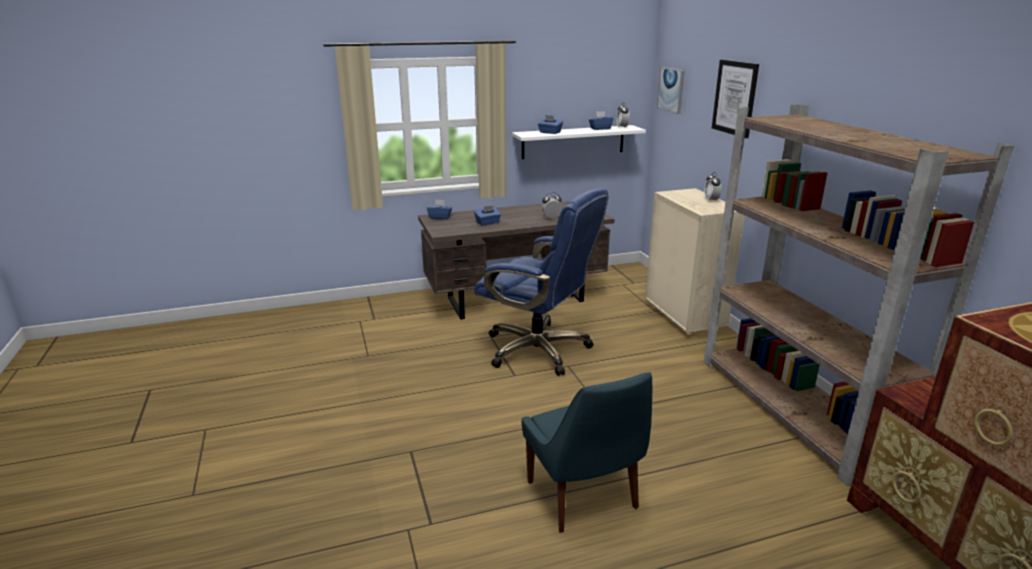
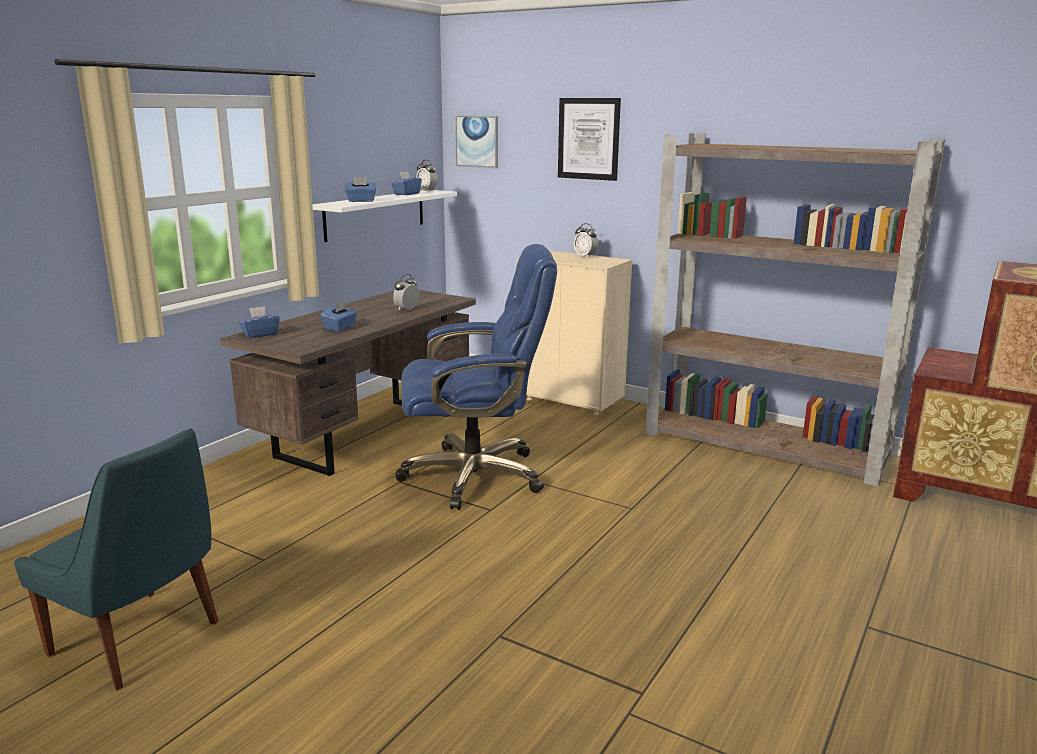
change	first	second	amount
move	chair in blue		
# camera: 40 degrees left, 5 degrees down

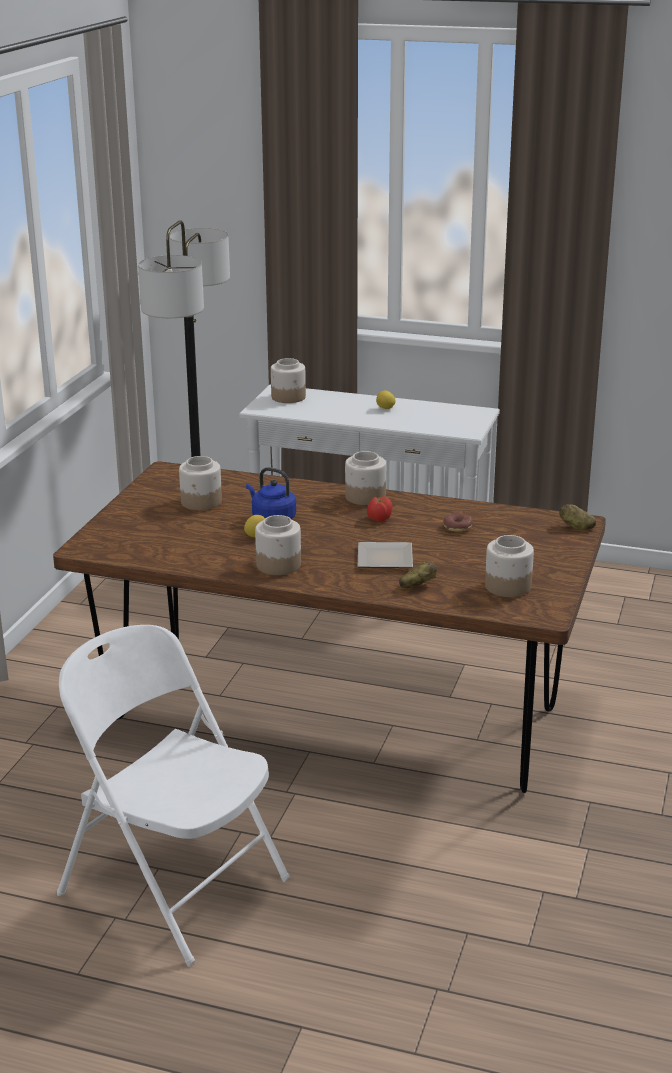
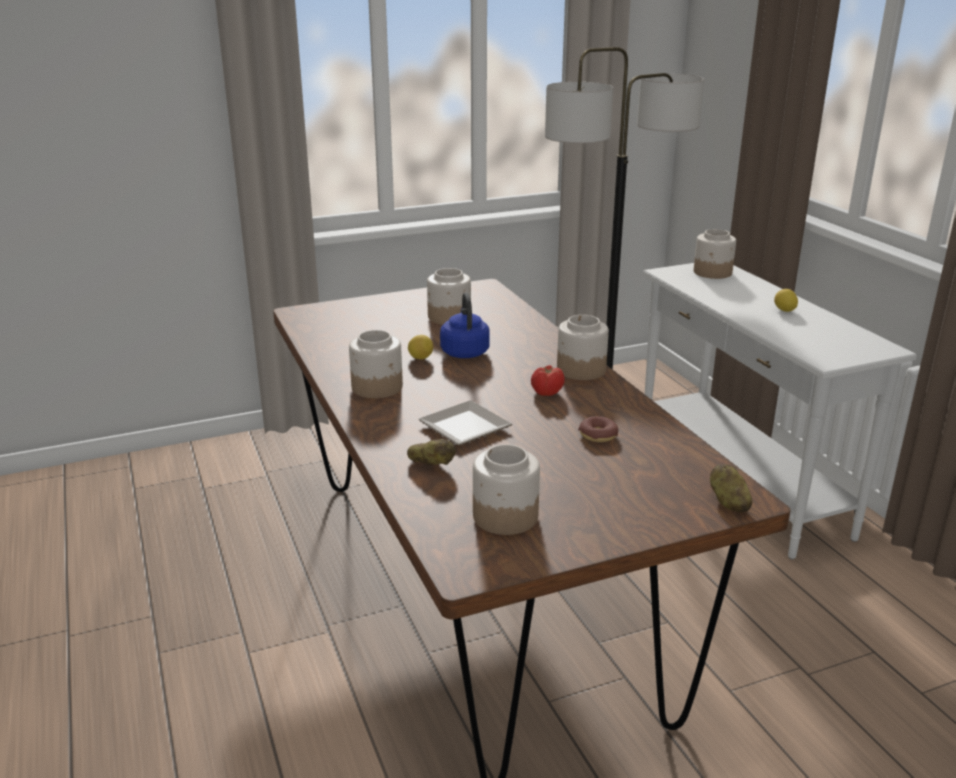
change	first	second	amount
delete	chair in white		
# camera: 50 degrees right, 0 degrees up

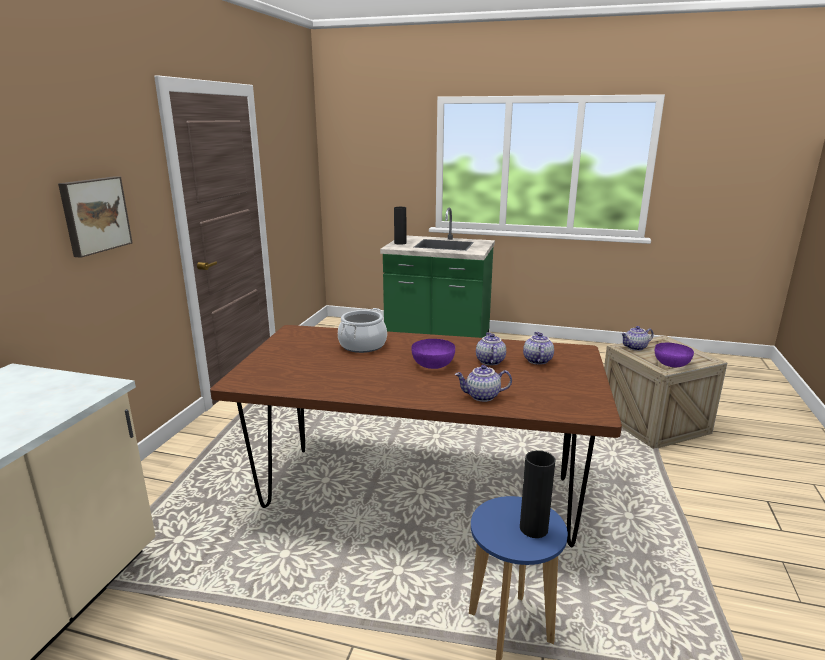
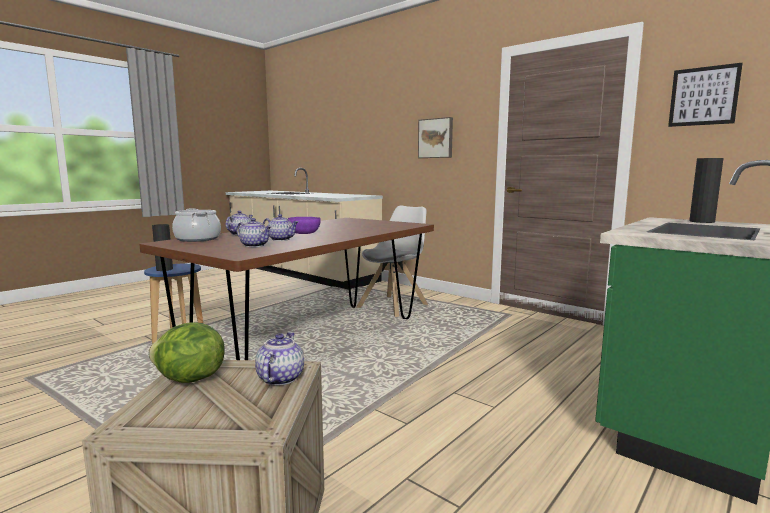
change	first	second	amount
insert		chair	
insert		picture (2nd from left)	
move	cooking pot		
replace	bowl in purple (2nd from left)	lettuce	
# camera: 115 degrees right, 10 degrees down

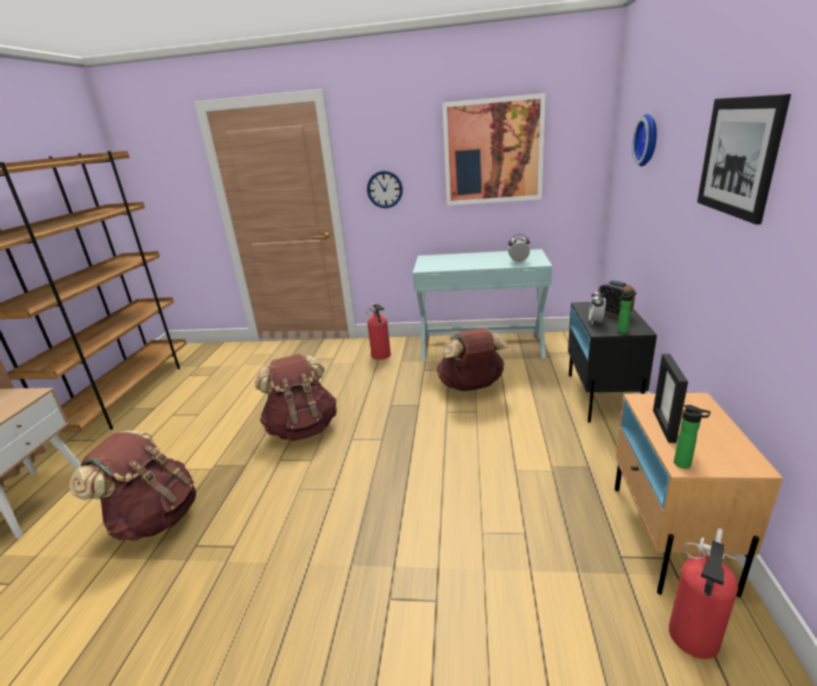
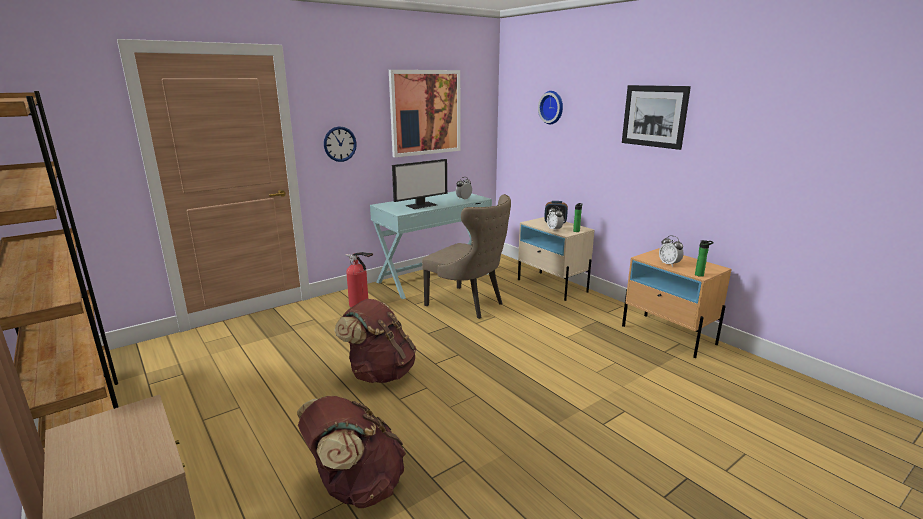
change	first	second	amount
delete	fire extinguisher (2nd from left)		
insert		monitor	
replace	backpack in brown (3rd from left)	chair in beige	
replace	picture frame	alarm clock (4th from left)	
recolor	nightstand in black	nightstand in beige (2nd from left)	
# camera: 45 degrees left, 5 degrees down

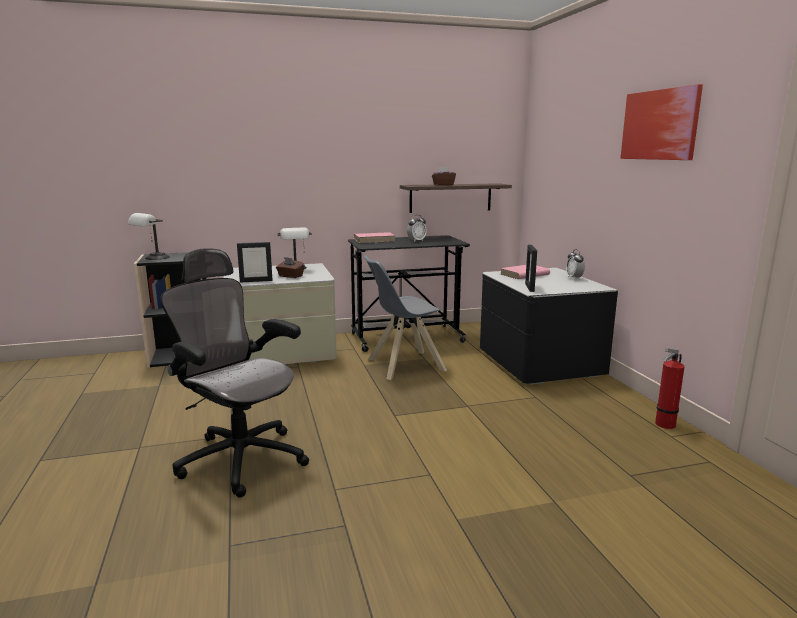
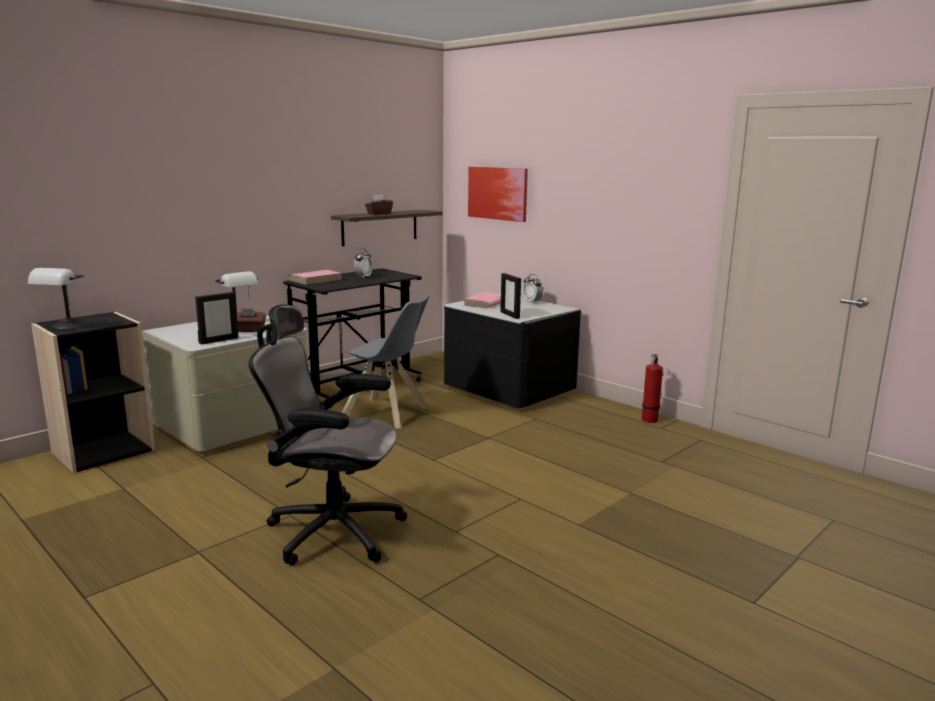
change	first	second	amount
move	picture		
rotate	chair in grey		105 degrees counterclockwise
# camera: 30 degrees left, 0 degrees up

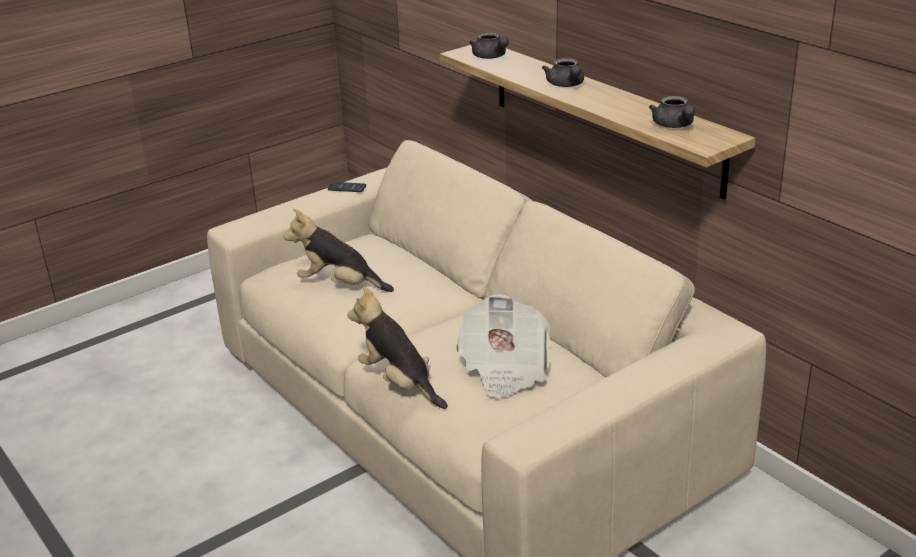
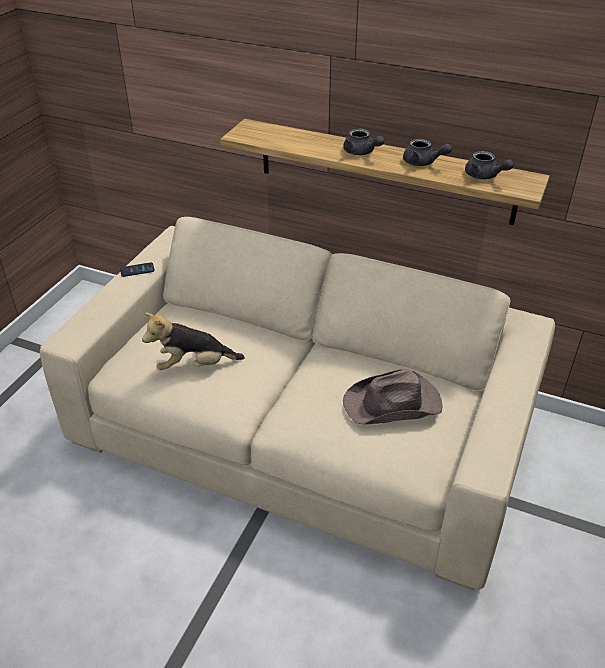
change	first	second	amount
delete	plush toy (2nd from left)		
move	teapot in grey (1st from left in the first image)	teapot in grey (2nd from left)	
replace	newspaper	hat in brown	
# camera: 30 degrees left, 10 degrees up

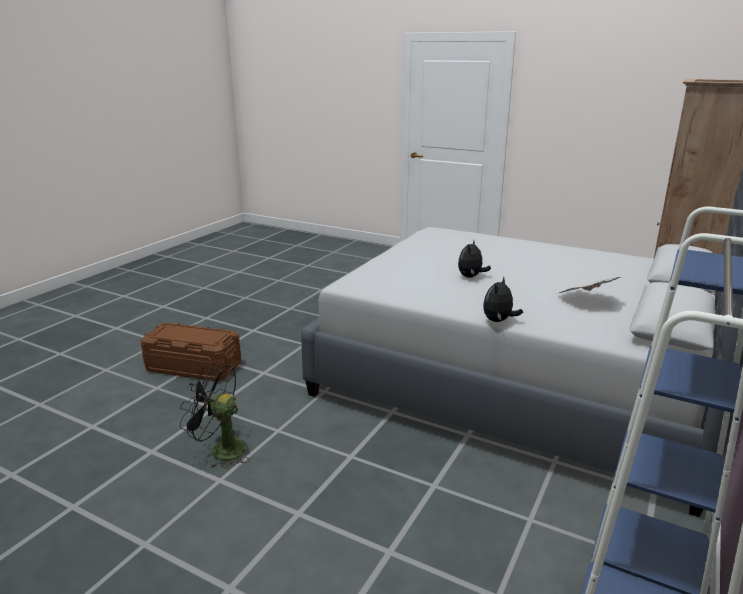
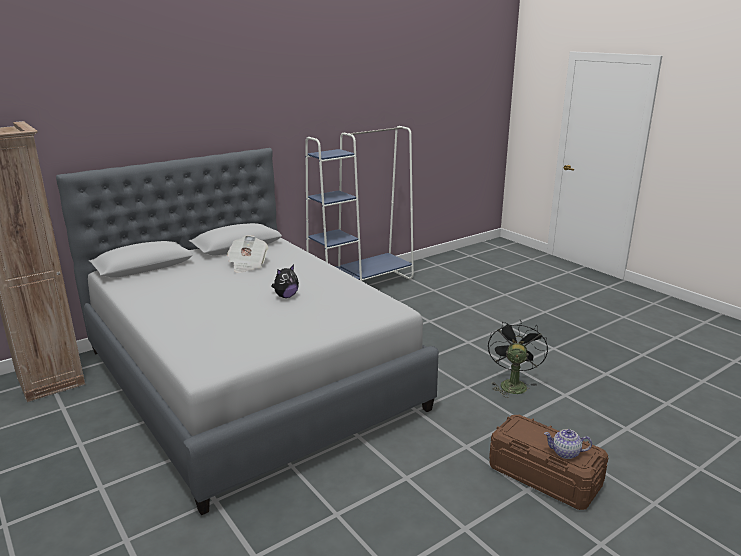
change	first	second	amount
delete	plush toy (2nd from left)		
insert		teapot	
rotate	fan in black		120 degrees counterclockwise
# camera: 155 degrees left, 0 degrees up

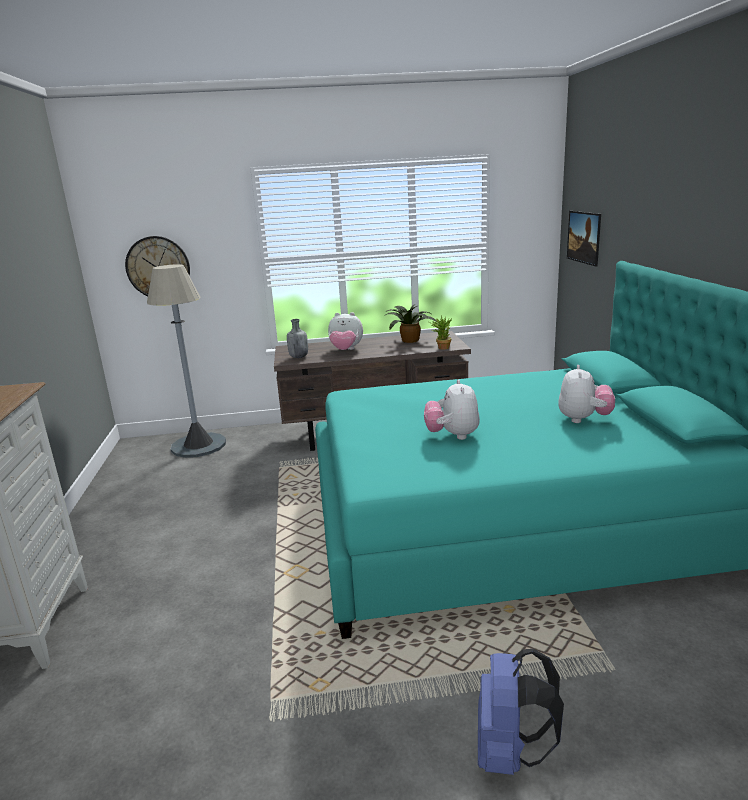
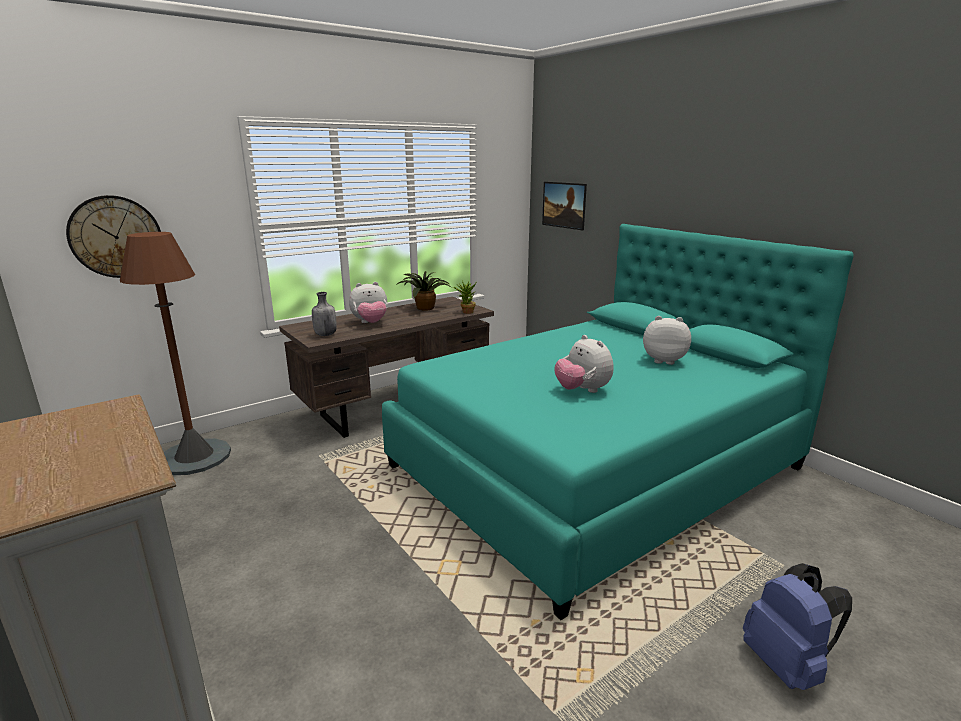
change	first	second	amount
recolor	floor lamp in grey	floor lamp in brown	
rotate	plush toy (3rd from left)		60 degrees counterclockwise
# camera: 30 degrees left, 0 degrees up

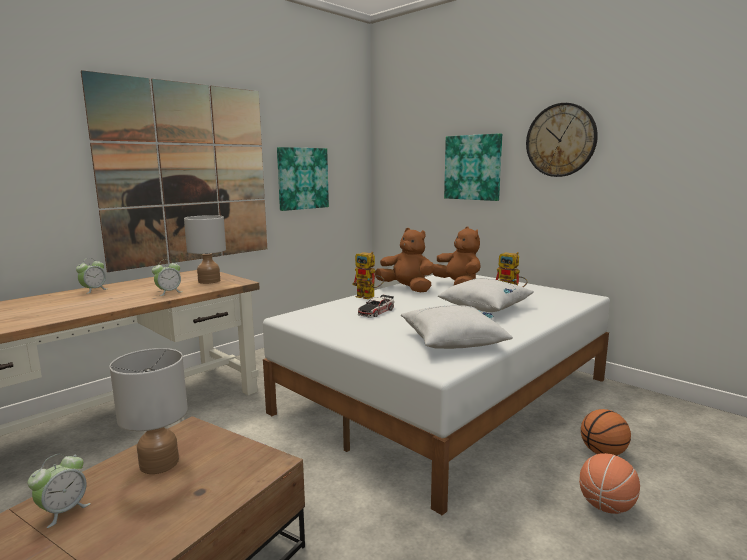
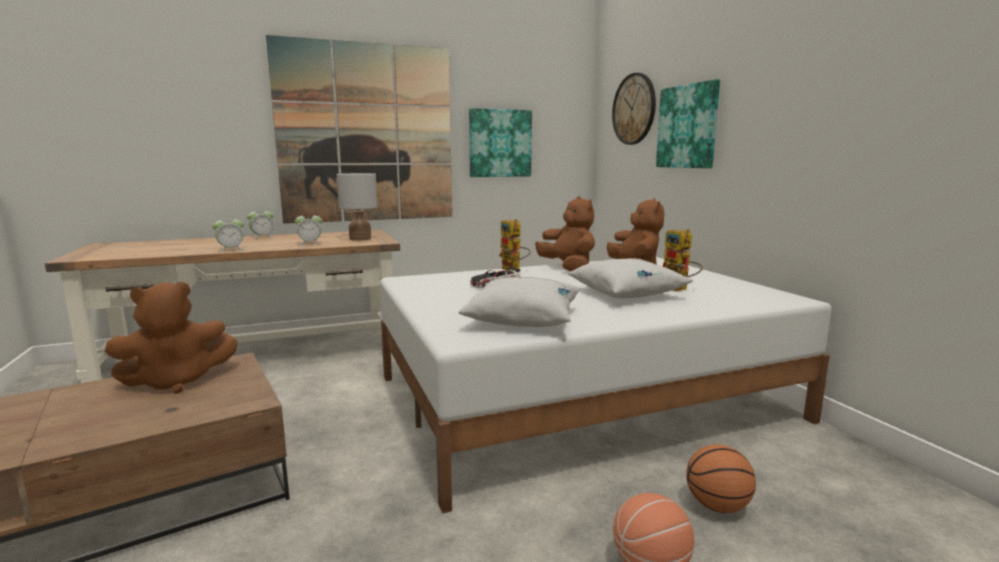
change	first	second	amount
move	alarm clock (1st from left)		
move	wall clock		
replace	table lamp in grey (1st from left)	plush toy in brown (1st from left)	
# camera: 25 degrees right, 0 degrees up

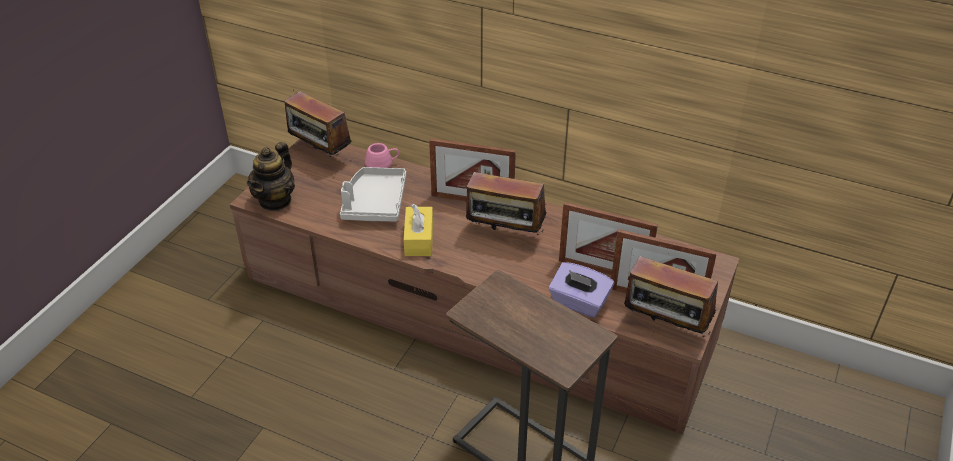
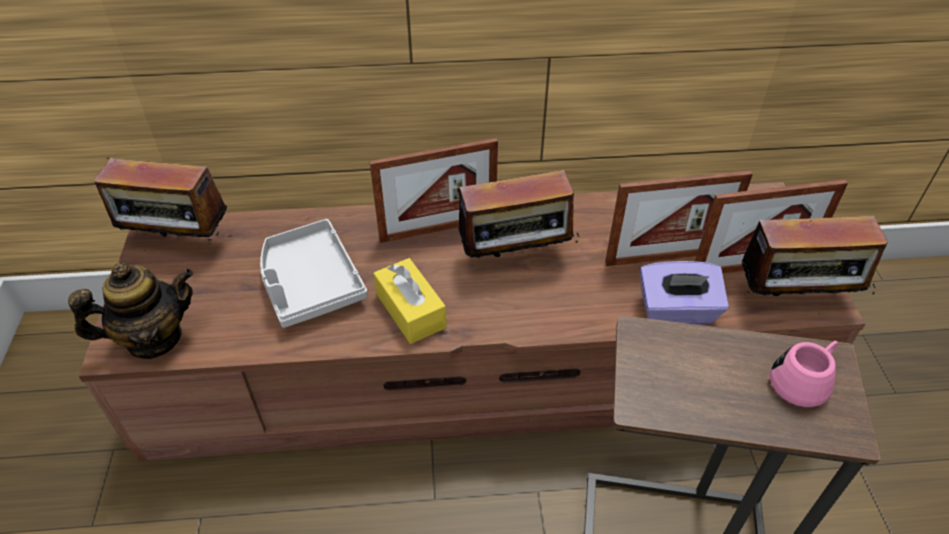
change	first	second	amount
move	mug in pink		
rotate	teapot		105 degrees counterclockwise
# camera: 30 degrees left, 5 degrees up

